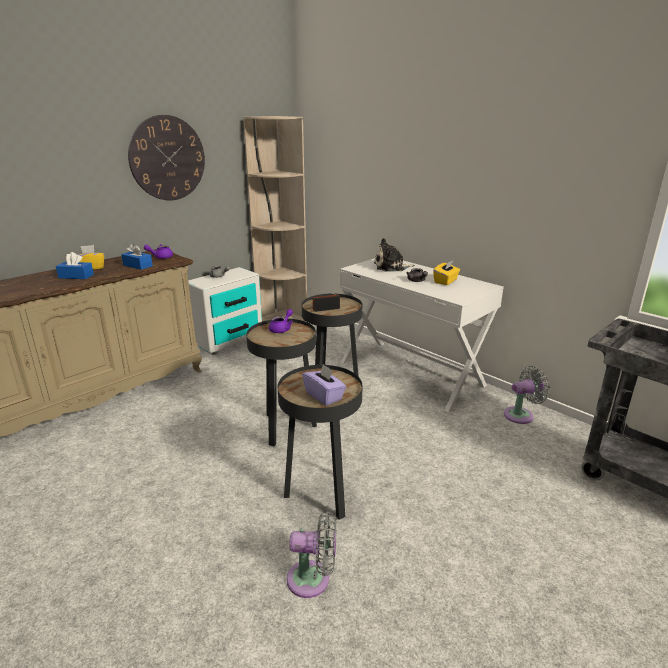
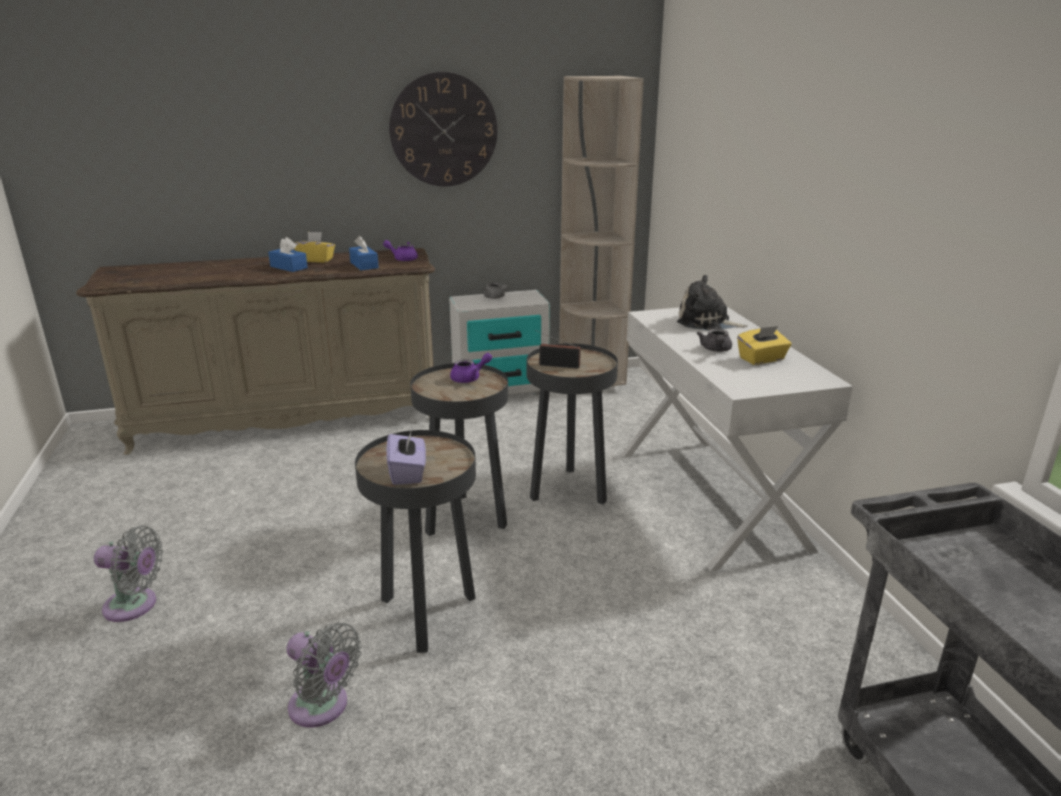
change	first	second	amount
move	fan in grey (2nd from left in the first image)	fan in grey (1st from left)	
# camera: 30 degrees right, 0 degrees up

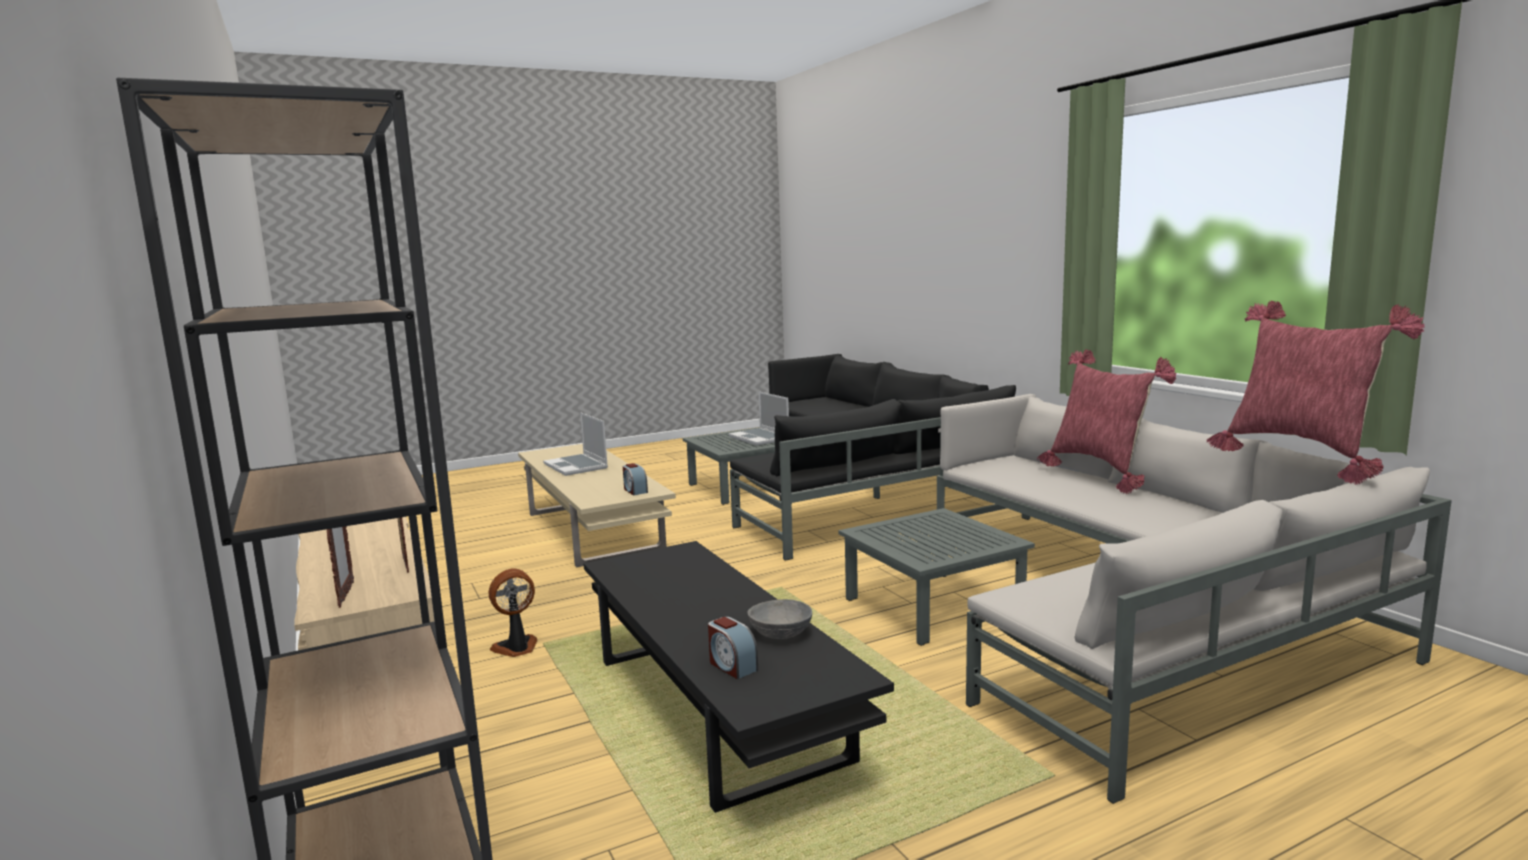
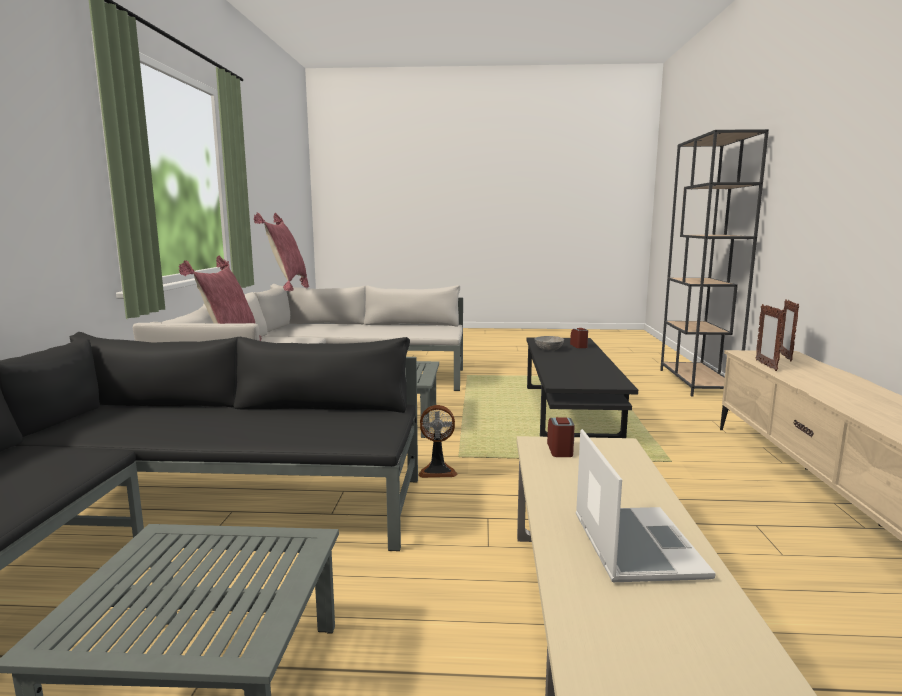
change	first	second	amount
delete	laptop (2nd from left)		
move	fan		
# camera: 150 degrees left, 0 degrees up

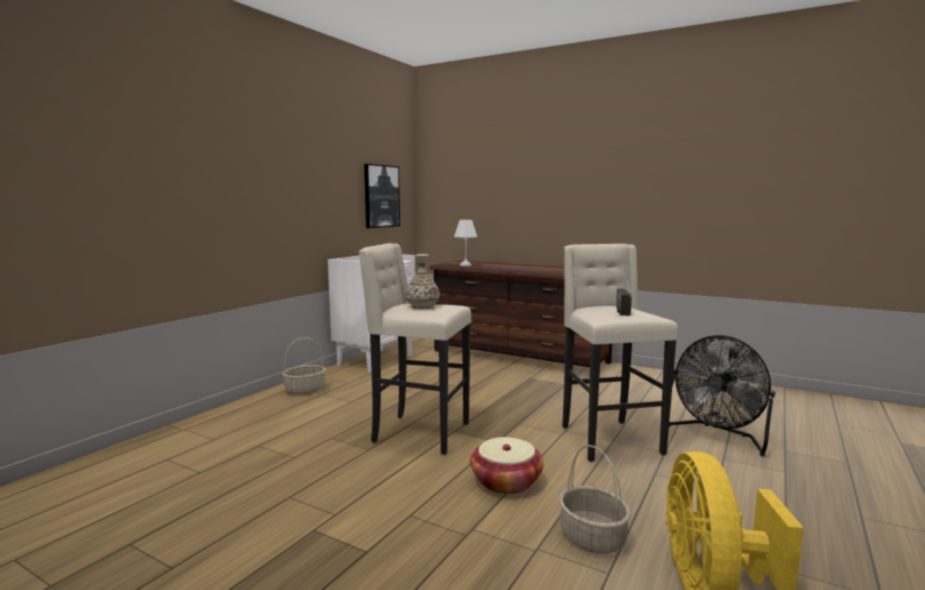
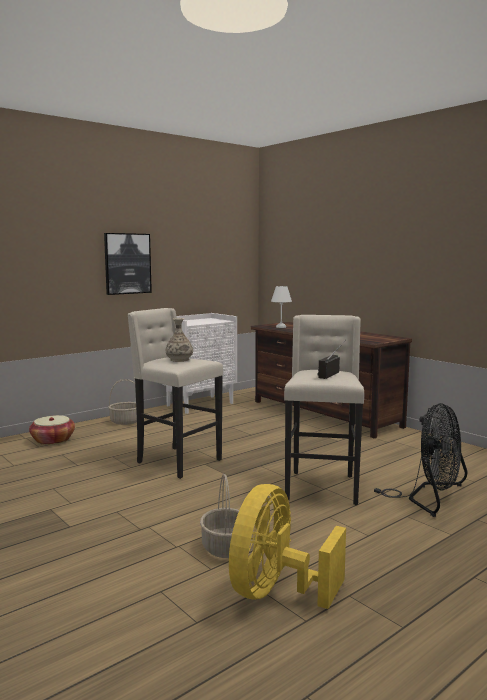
change	first	second	amount
move	picture		
move	basket (2nd from left in the first image)	basket (1st from left)	
rotate	fan in black		120 degrees counterclockwise
# camera: 20 degrees right, 0 degrees up

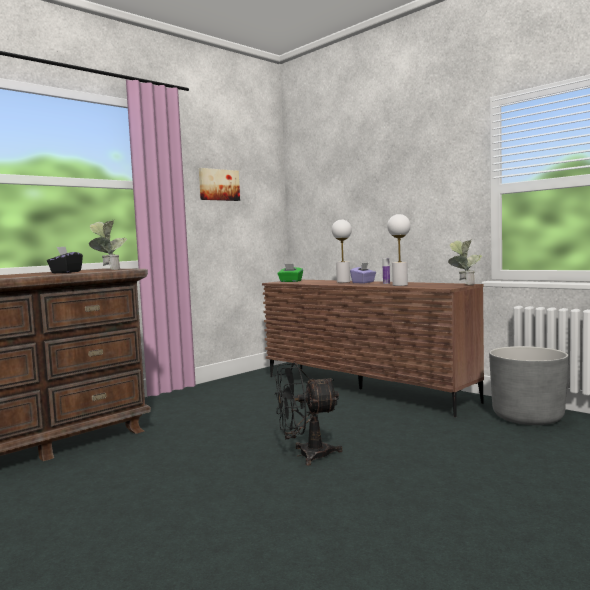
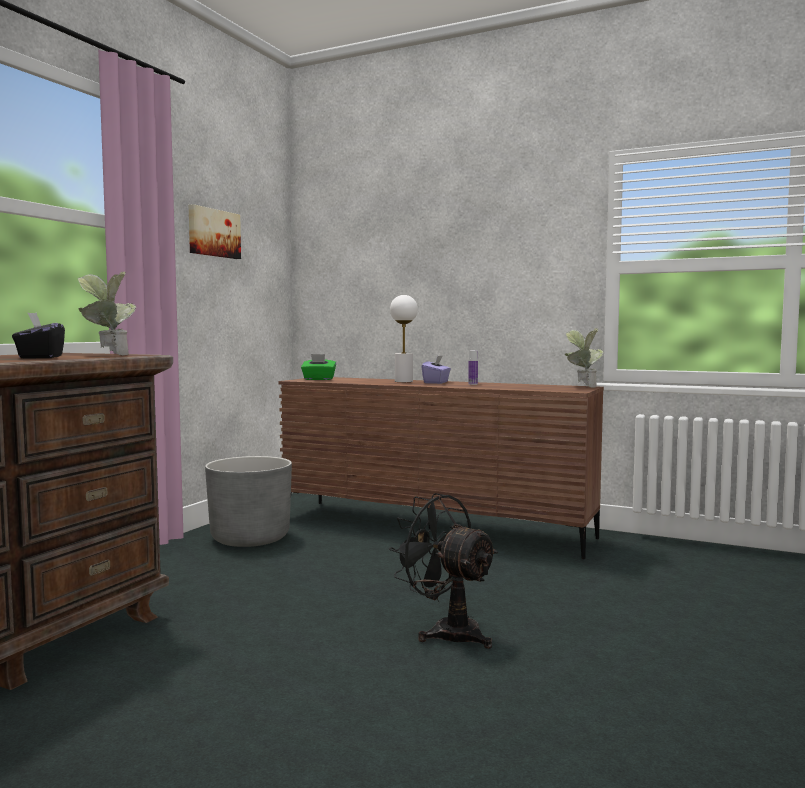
change	first	second	amount
delete	table lamp in white (2nd from left)		
move	planter in grey		
rotate	fan in black		75 degrees clockwise
# camera: 20 degrees left, 0 degrees up

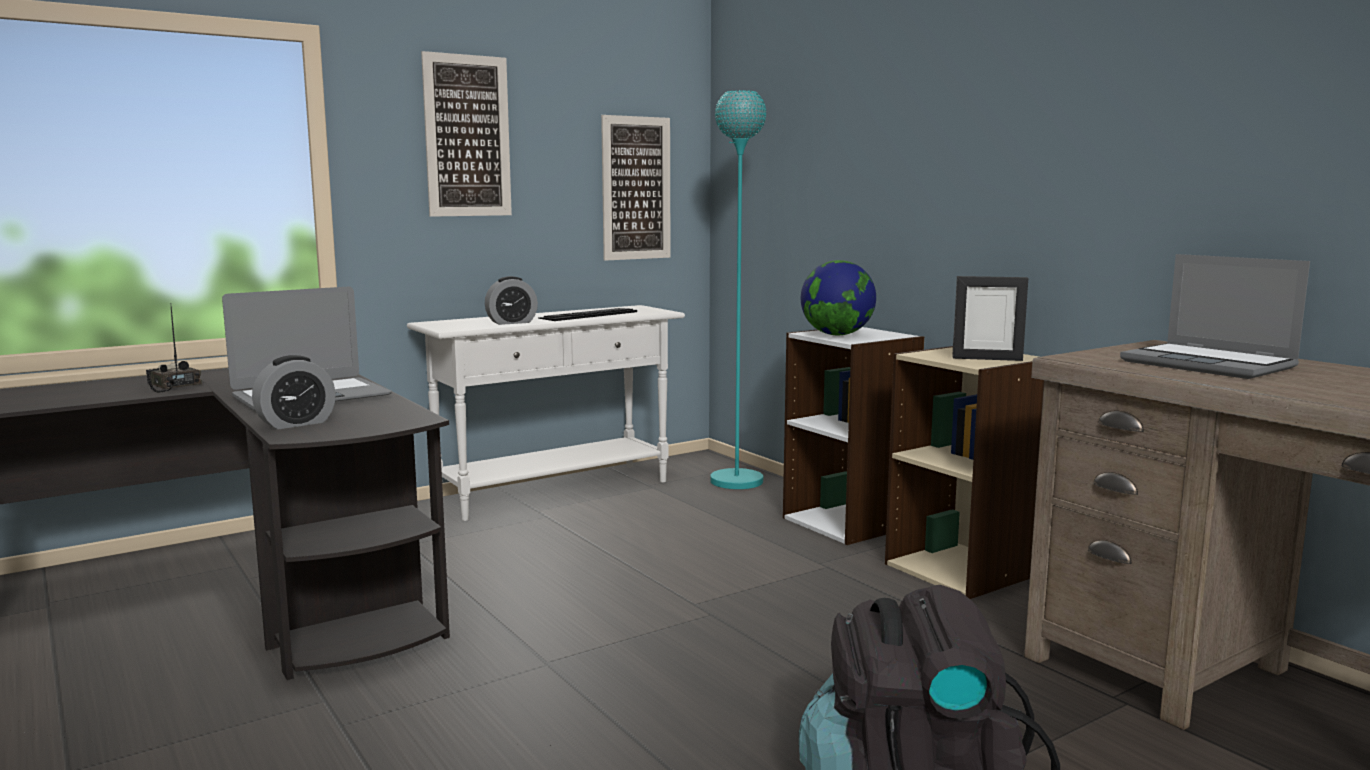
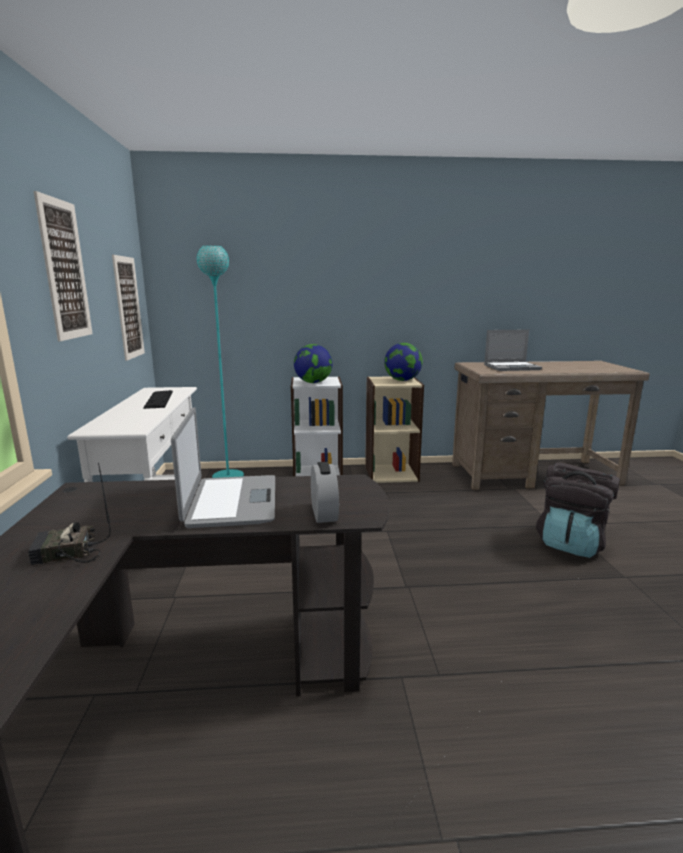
change	first	second	amount
delete	alarm clock (2nd from left)		
replace	picture frame	globe (2nd from left)	
# camera: 60 degrees left, 5 degrees up

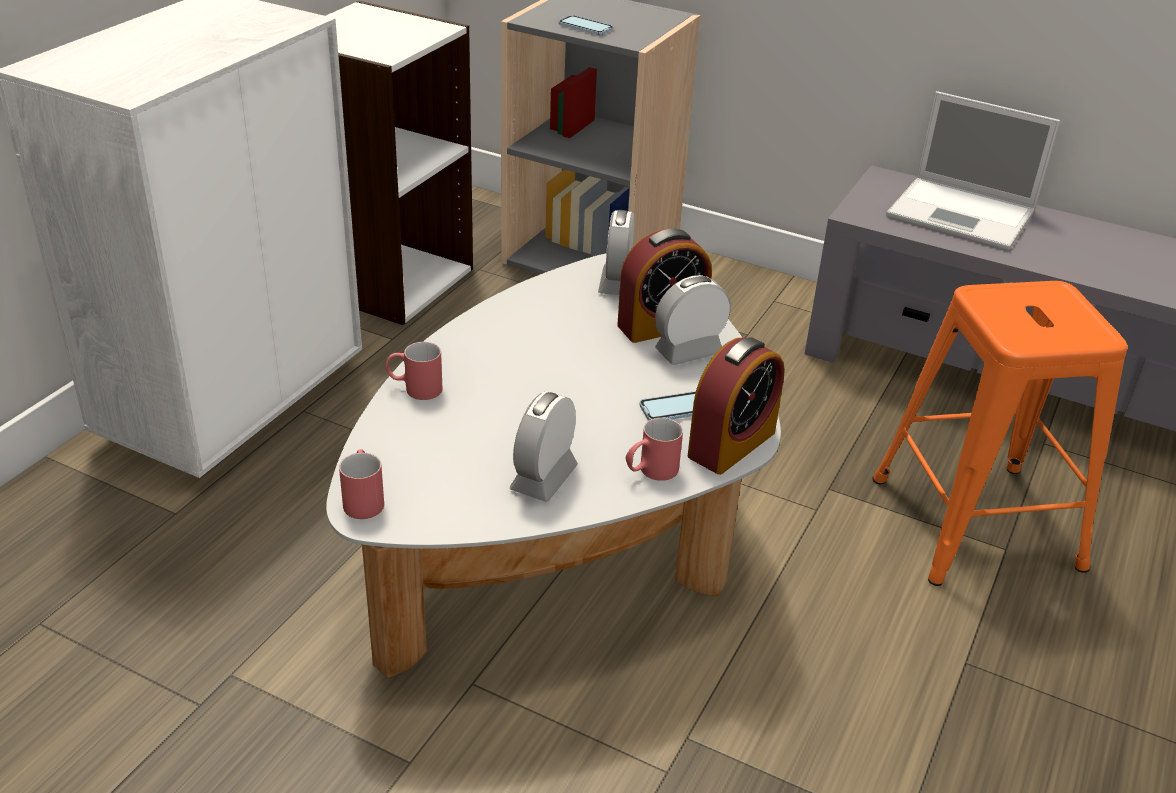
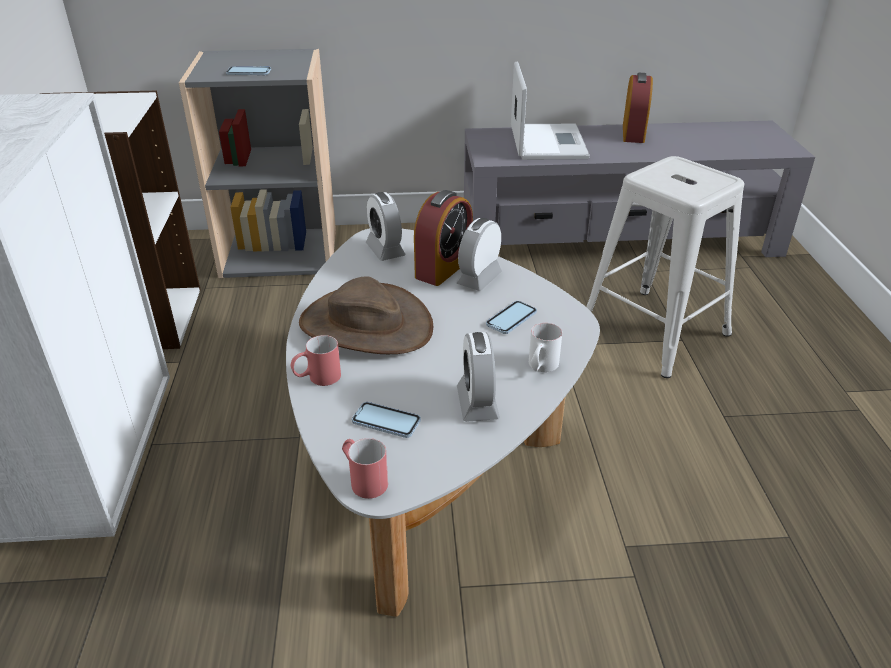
change	first	second	amount
insert		hat in brown	
insert		phone (2nd from left)	
move	alarm clock (5th from left)		
recolor	mug in red (3rd from left)	mug in white	
recolor	stool in orange	stool in white	
rotate	laptop		90 degrees counterclockwise
# camera: 30 degrees left, 0 degrees up

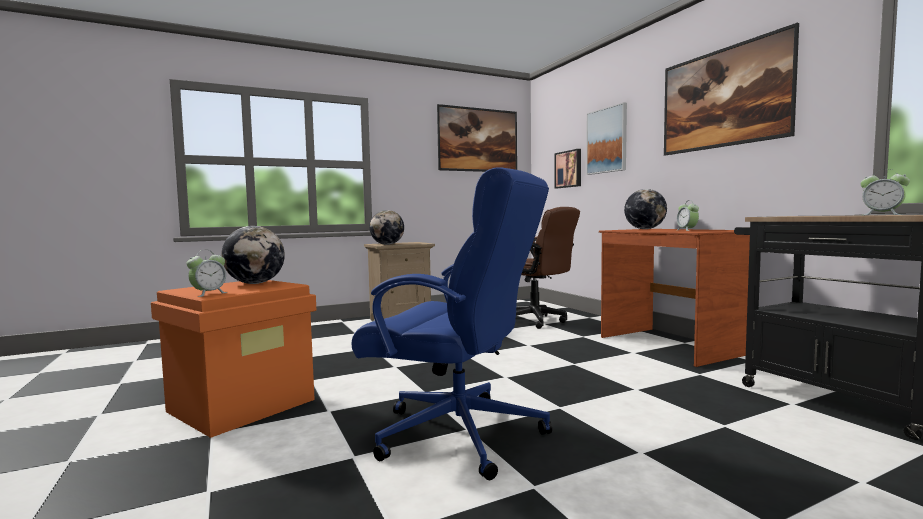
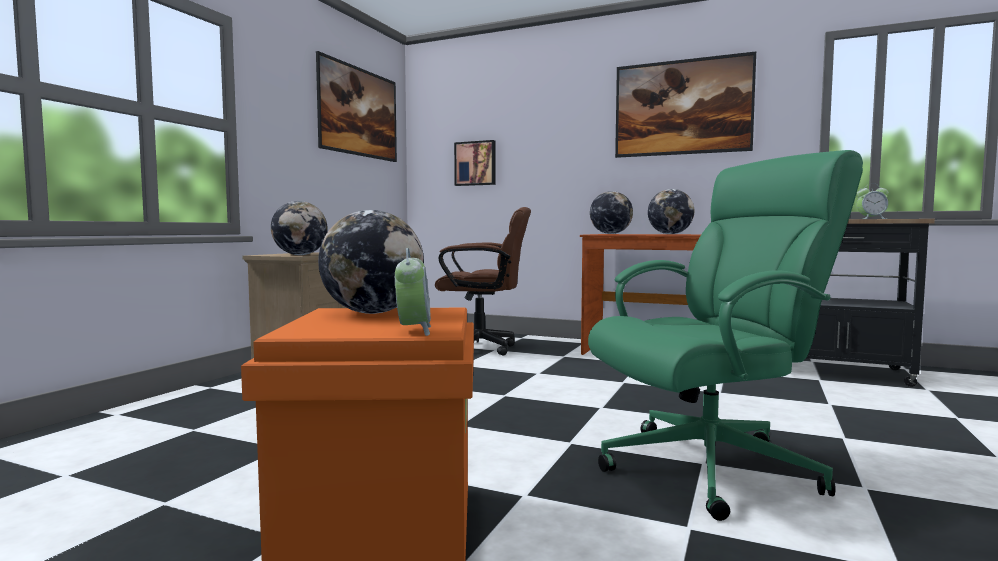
change	first	second	amount
delete	picture (3rd from left)		
replace	alarm clock (2nd from left)	globe (4th from left)	
recolor	office chair in blue	office chair in green	
# camera: 40 degrees left, 0 degrees up

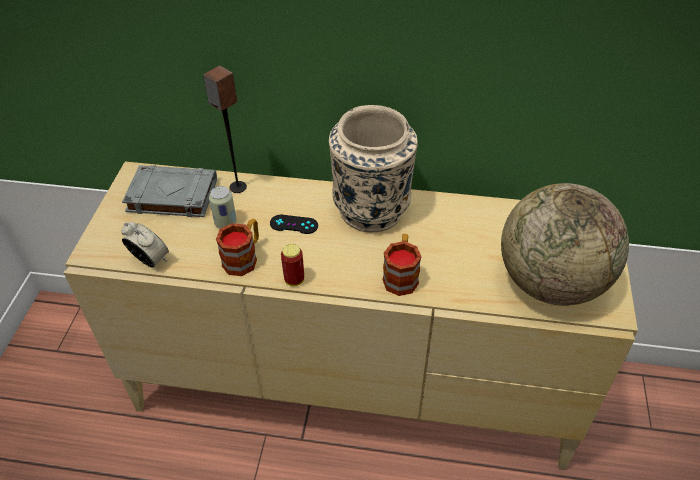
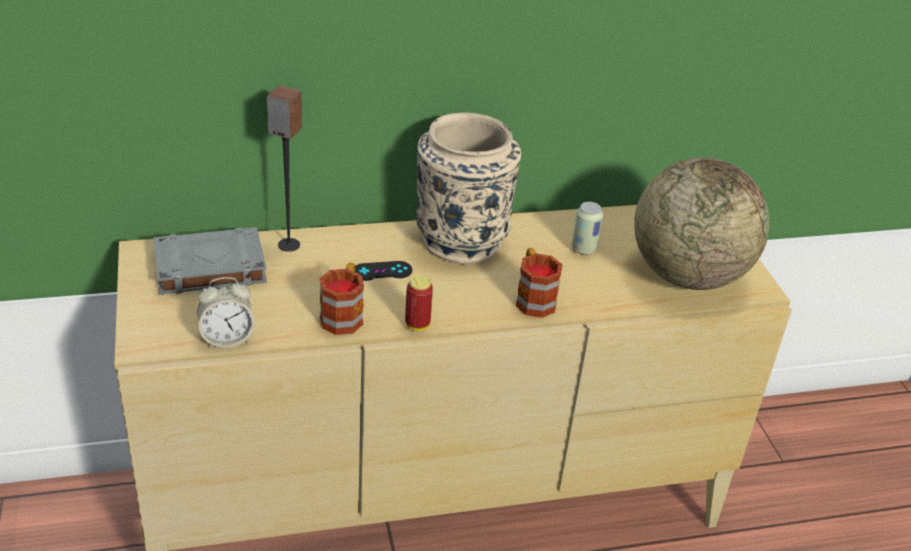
change	first	second	amount
move	can (1st from left in the first image)	can (2nd from left)	
rotate	alarm clock		150 degrees clockwise
# camera: 25 degrees left, 10 degrees down

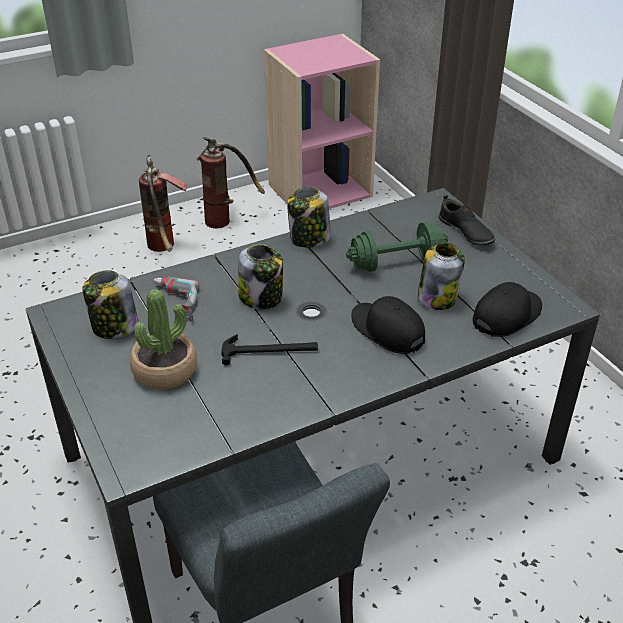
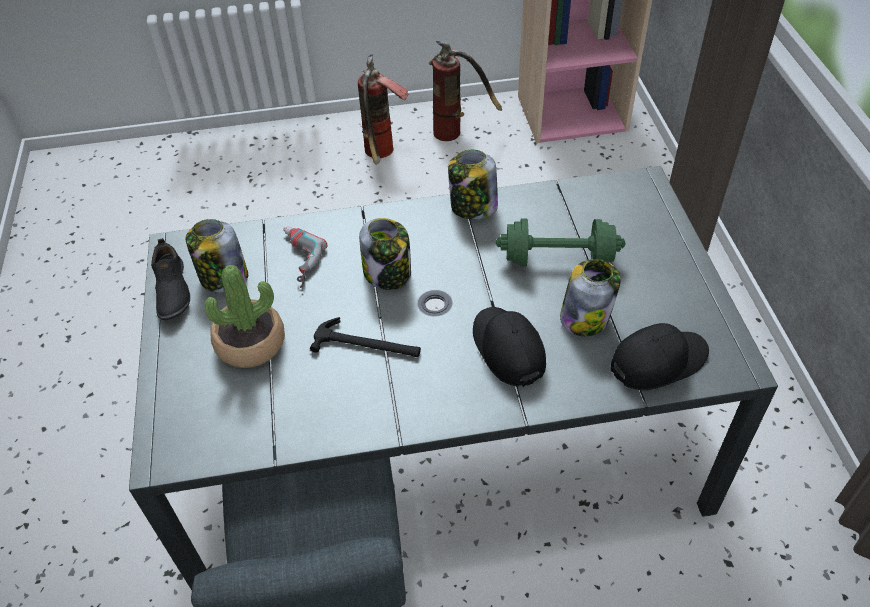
change	first	second	amount
move	shoe in black		
# camera: 20 degrees right, 10 degrees up

